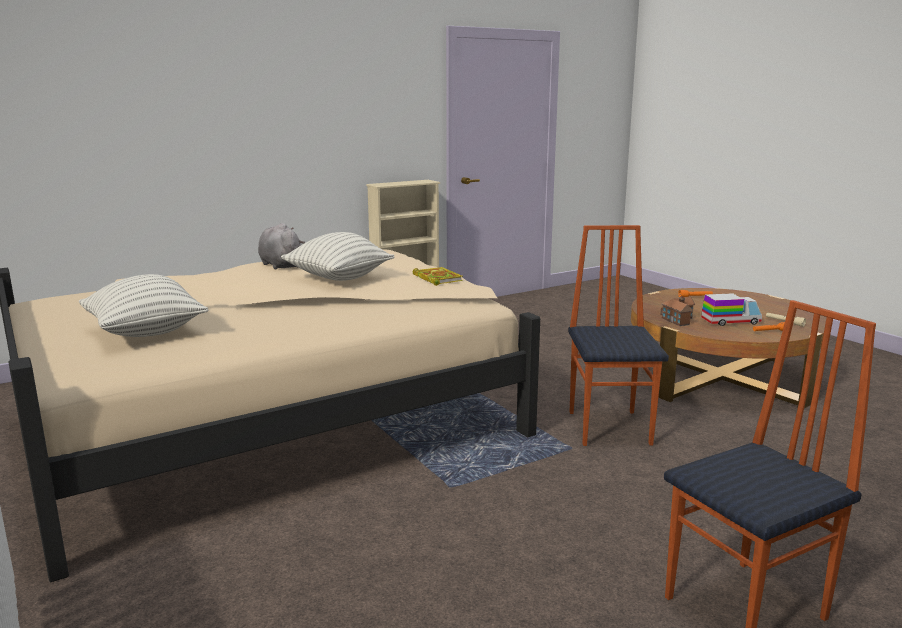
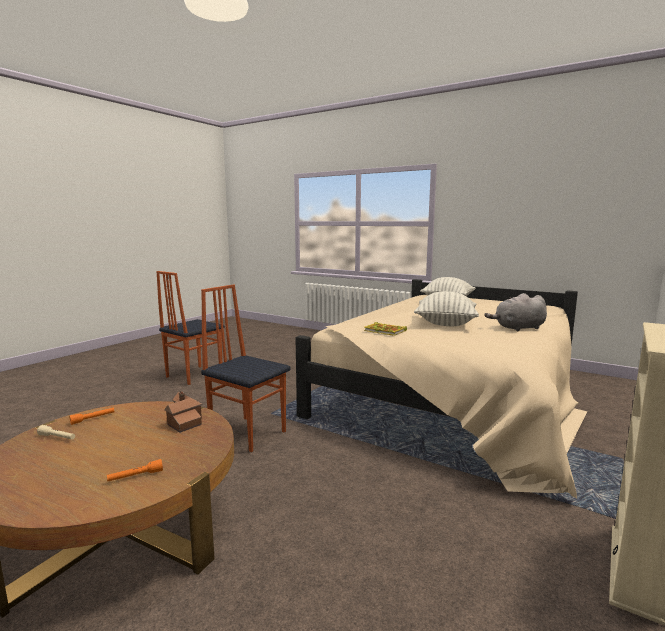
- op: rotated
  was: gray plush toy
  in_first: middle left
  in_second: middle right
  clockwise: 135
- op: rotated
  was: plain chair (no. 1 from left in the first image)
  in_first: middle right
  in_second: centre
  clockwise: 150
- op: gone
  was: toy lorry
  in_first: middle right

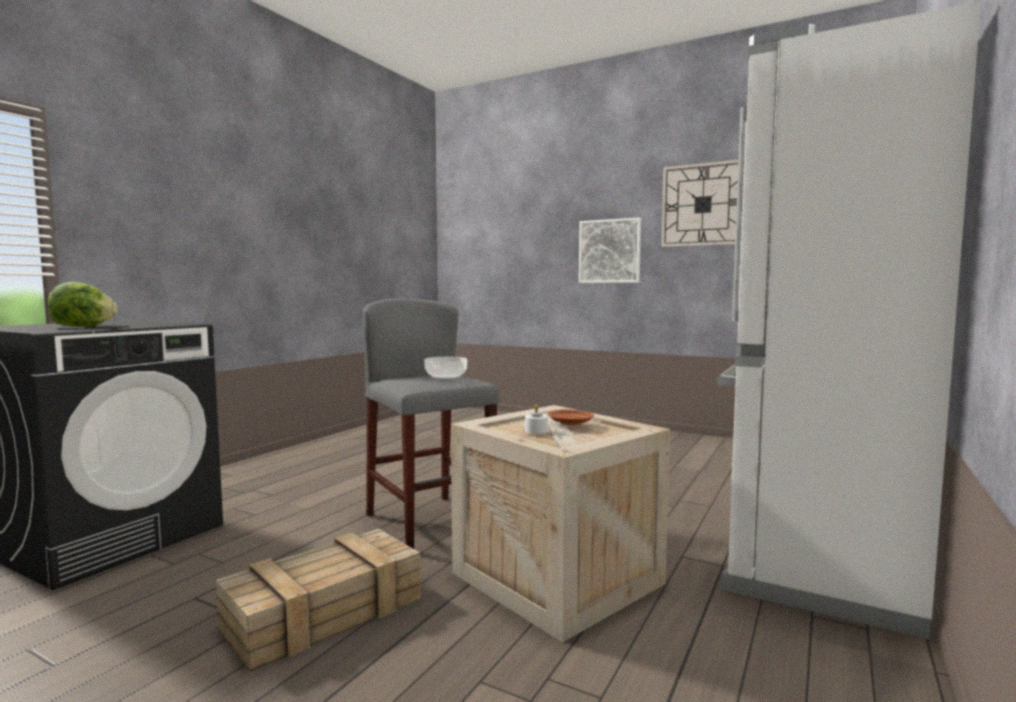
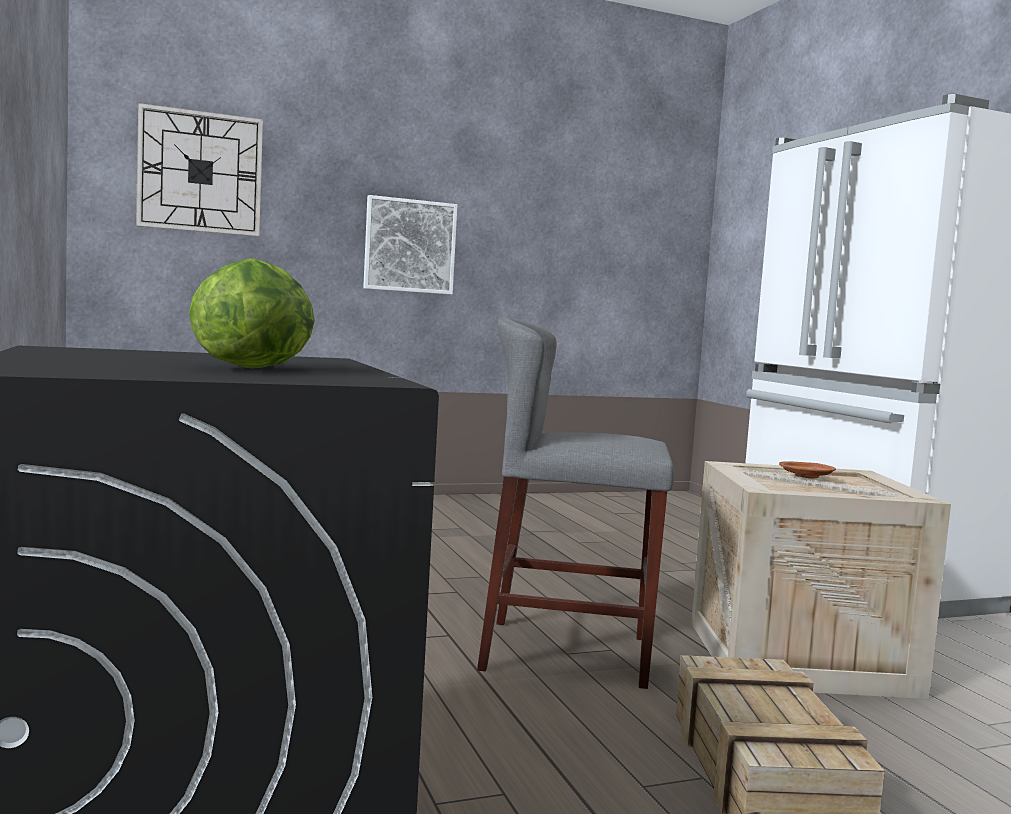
- op: gone
  was: serving bowl
  in_first: centre
- op: gone
  was: white wax light
  in_first: centre
- op: shifted
  was: clock on the wall
  in_first: top right
  in_second: top left

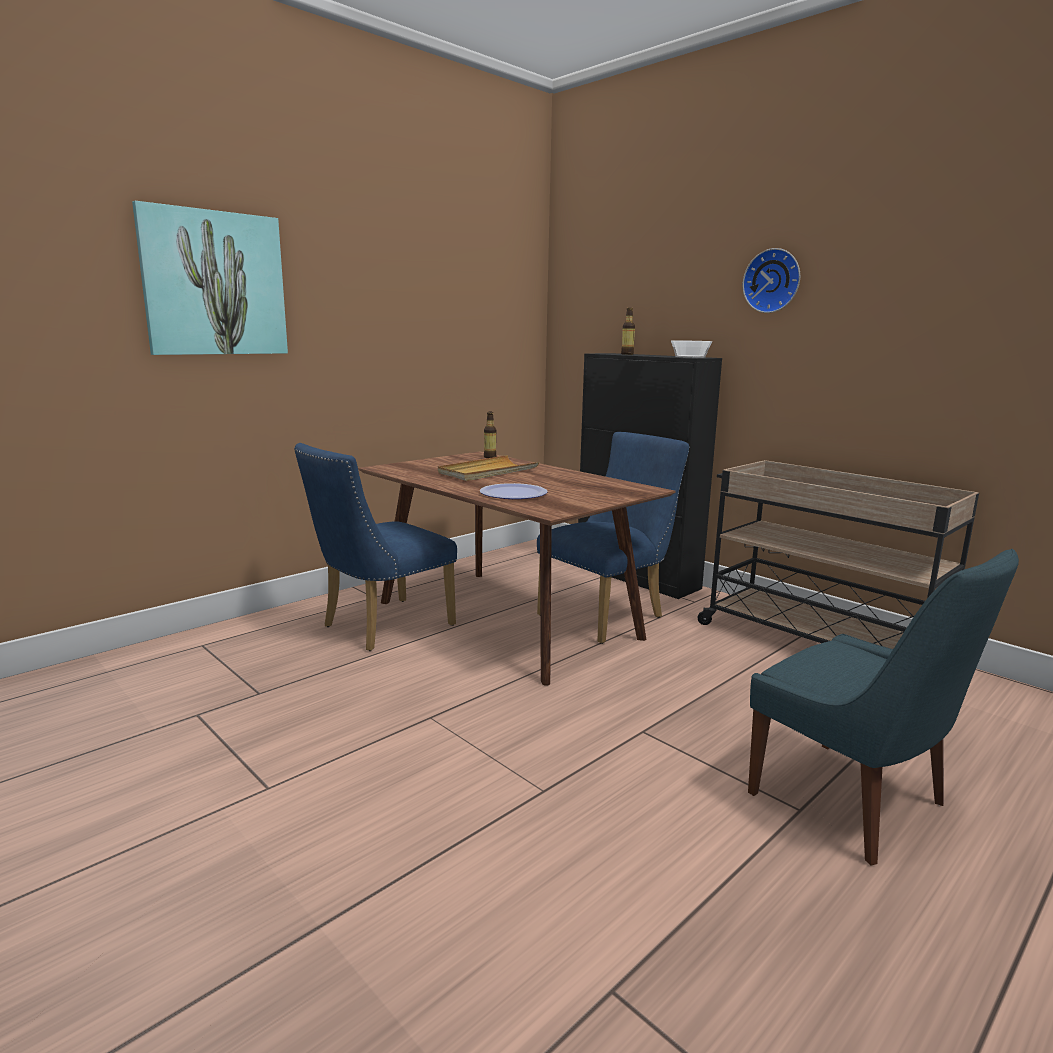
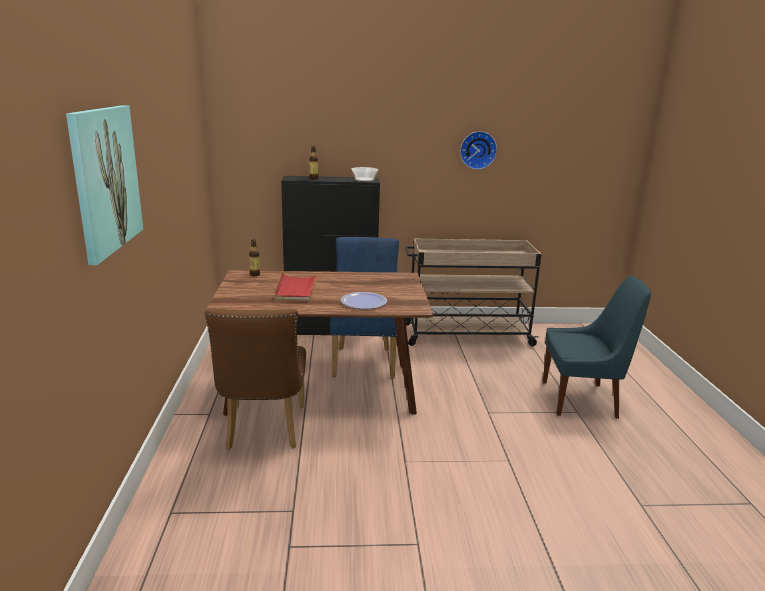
- op: repainted
  was: blue plain chair (no. 1 from left)
  now: brown-coloured plain chair
  in_first: centre
  in_second: centre
- op: repainted
  was: sand-coloured serving tray
  now: red serving tray
  in_first: centre
  in_second: centre
- op: shifted
  was: clock on the wall
  in_first: top right
  in_second: top centre

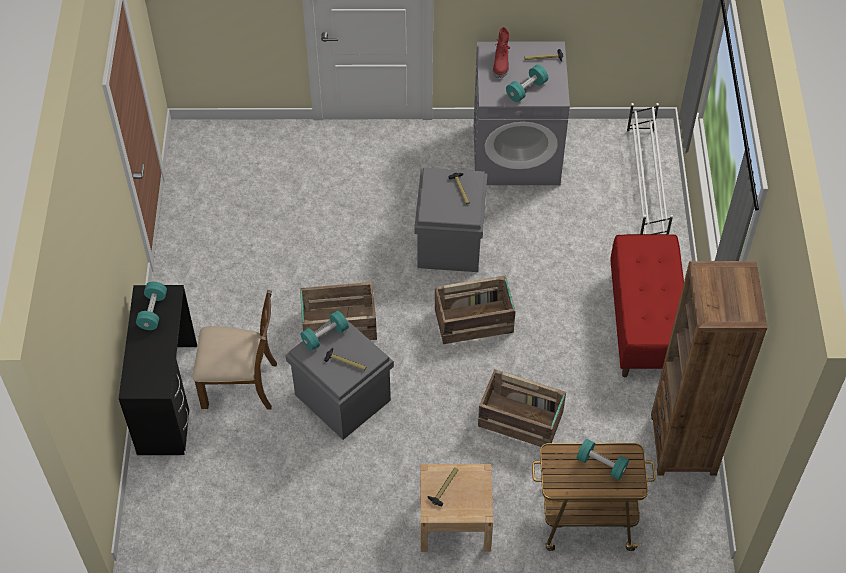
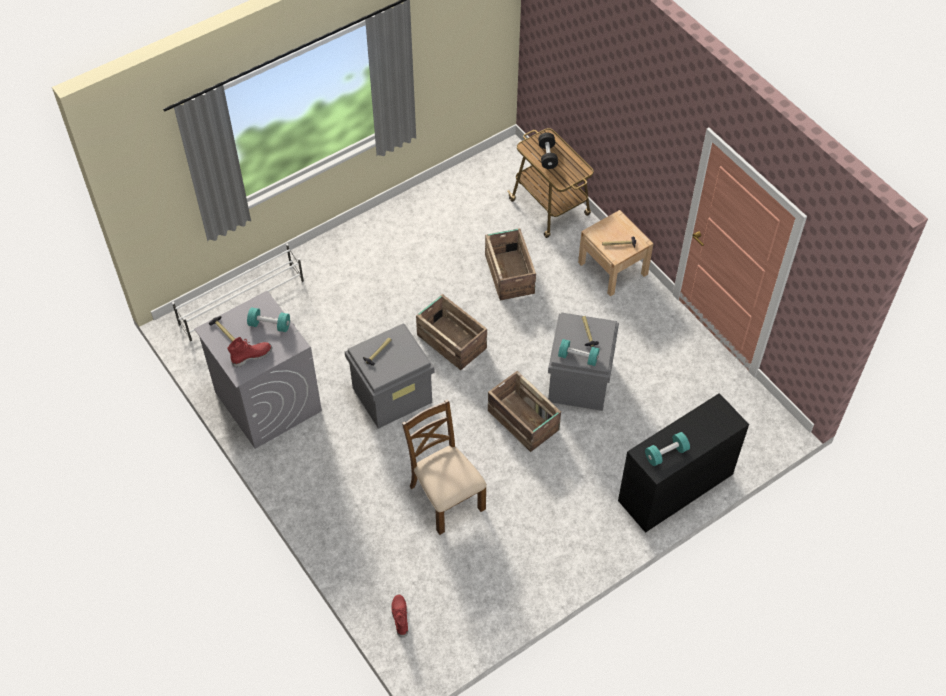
- op: shifted
  was: brown-coloured plain chair
  in_first: middle left
  in_second: bottom centre
- op: repainted
  was: blue-green free weight (no. 4 from left)
  now: black-coloured free weight
  in_first: bottom right
  in_second: top centre
- op: gone
  was: red bench
  in_first: middle right
- op: gone
  was: brown-coloured bookshelf
  in_first: middle right
- op: new
  now: red high-top boot (no. 2 from left)
  in_second: bottom centre

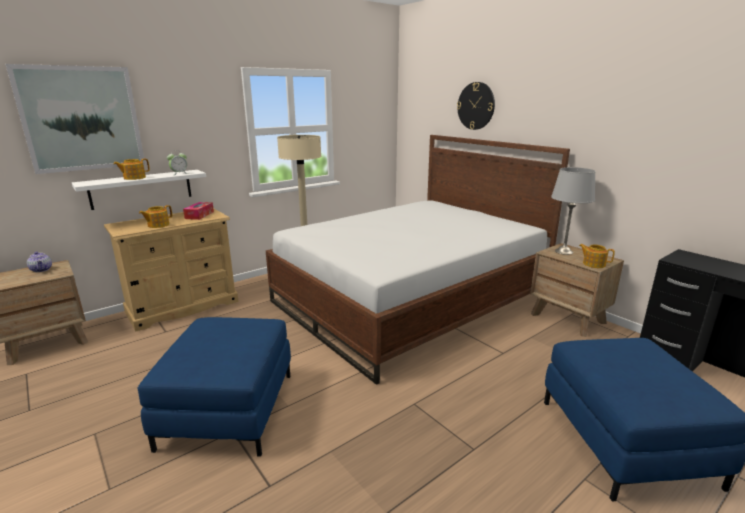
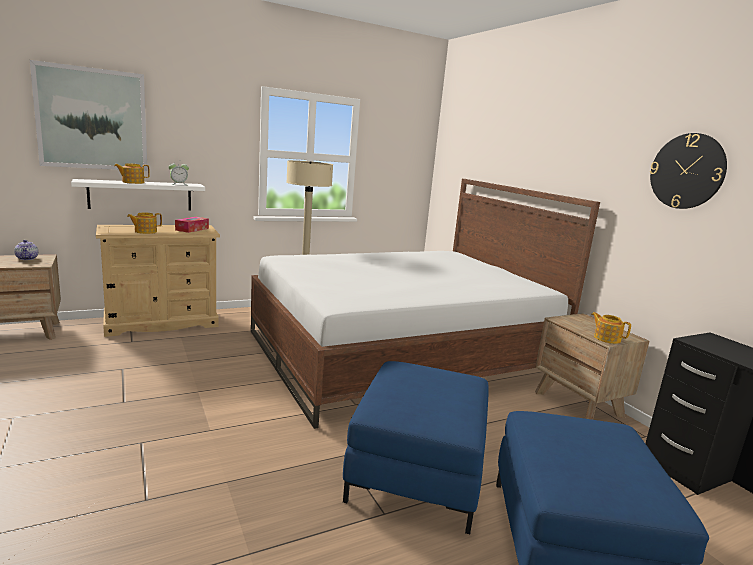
- op: shifted
  was: blue ottoman (no. 1 from left)
  in_first: bottom left
  in_second: bottom centre
- op: shifted
  was: clock on the wall
  in_first: top centre
  in_second: top right
- op: gone
  was: gray table lamp
  in_first: middle right

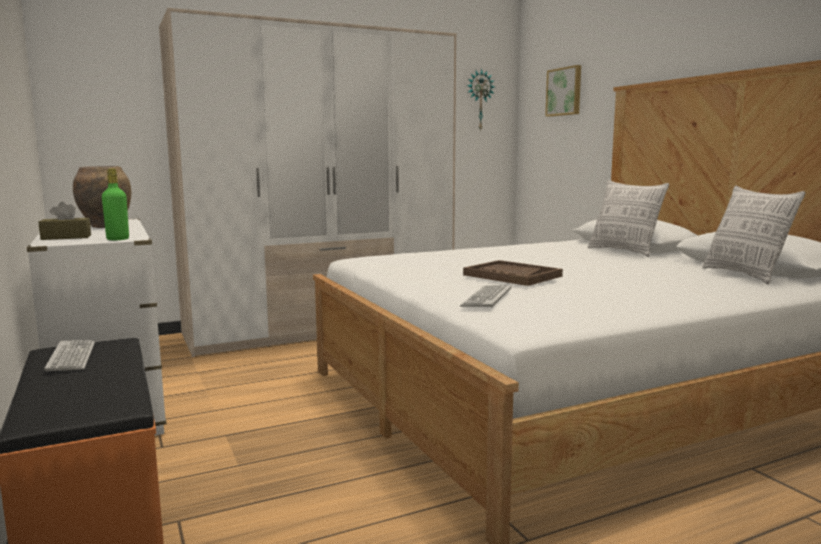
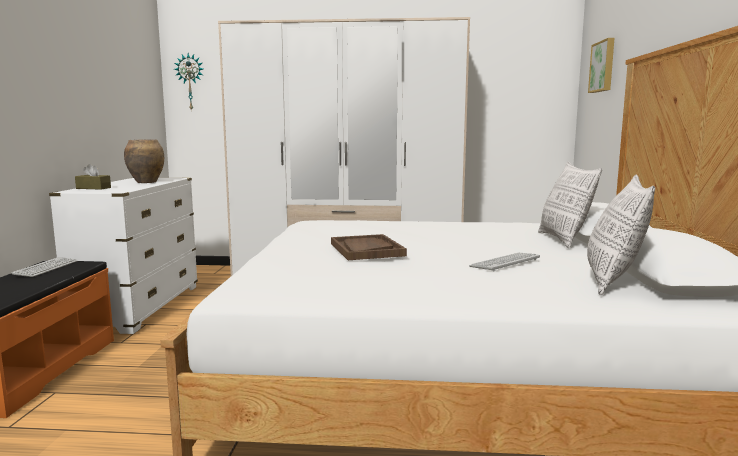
- op: gone
  was: green-coloured bottle
  in_first: middle left
- op: shifted
  was: PC keyboard (no. 2 from left)
  in_first: centre
  in_second: middle right
- op: shifted
  was: clock on the wall
  in_first: top centre
  in_second: top left

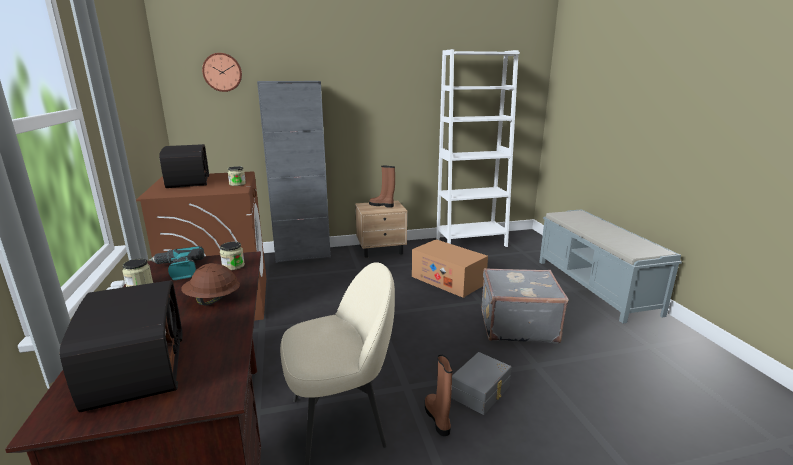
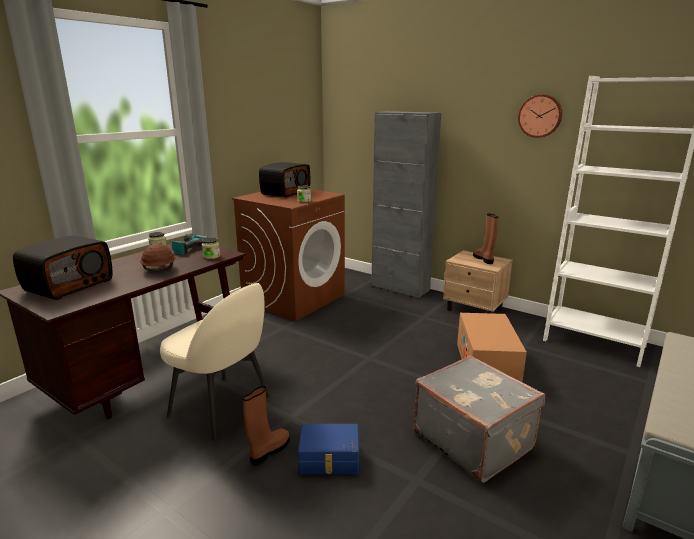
- op: shifted
  was: clock on the wall
  in_first: top left
  in_second: top right
- op: repainted
  was: gray storage box
  now: blue storage box
  in_first: bottom centre
  in_second: bottom centre

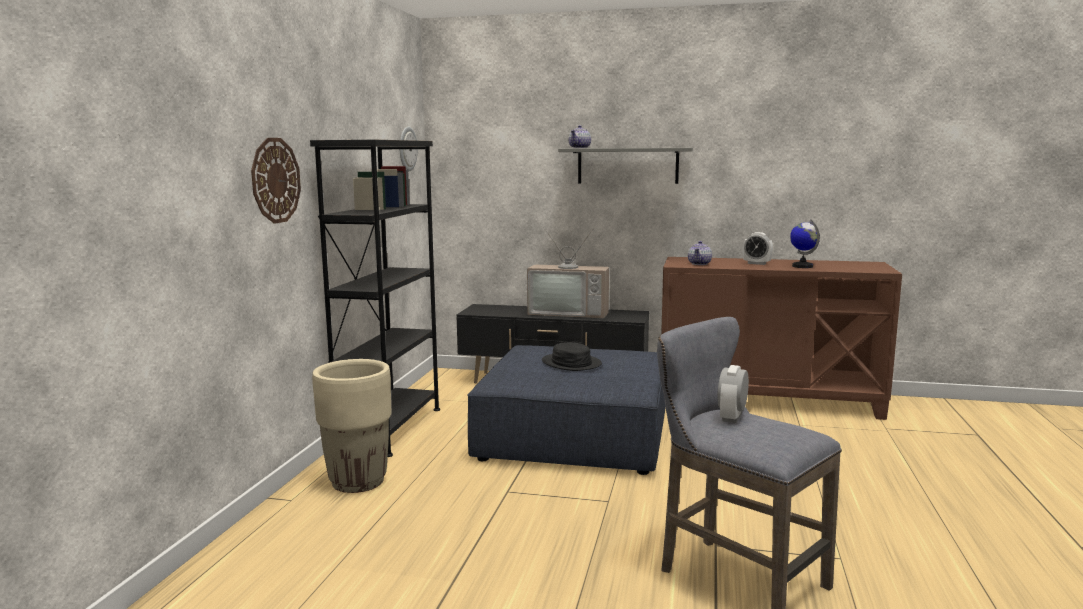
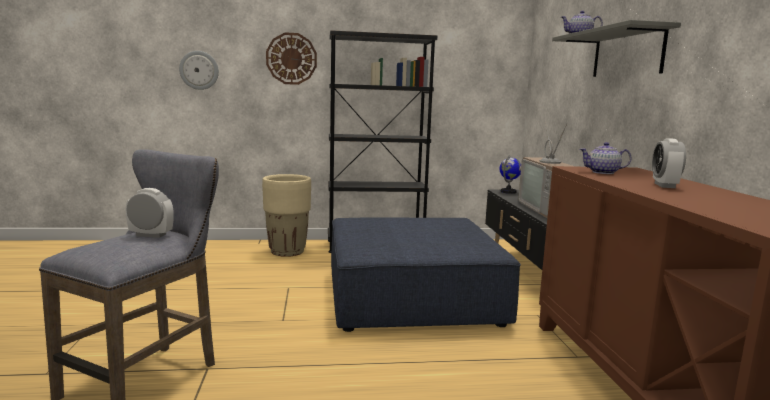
- op: shifted
  was: clock on the wall (no. 2 from left in the first image)
  now: clock on the wall (no. 1 from left)
  in_first: top centre
  in_second: top left
- op: gone
  was: black-coloured hat
  in_first: centre
- op: shifted
  was: world globe
  in_first: middle right
  in_second: centre

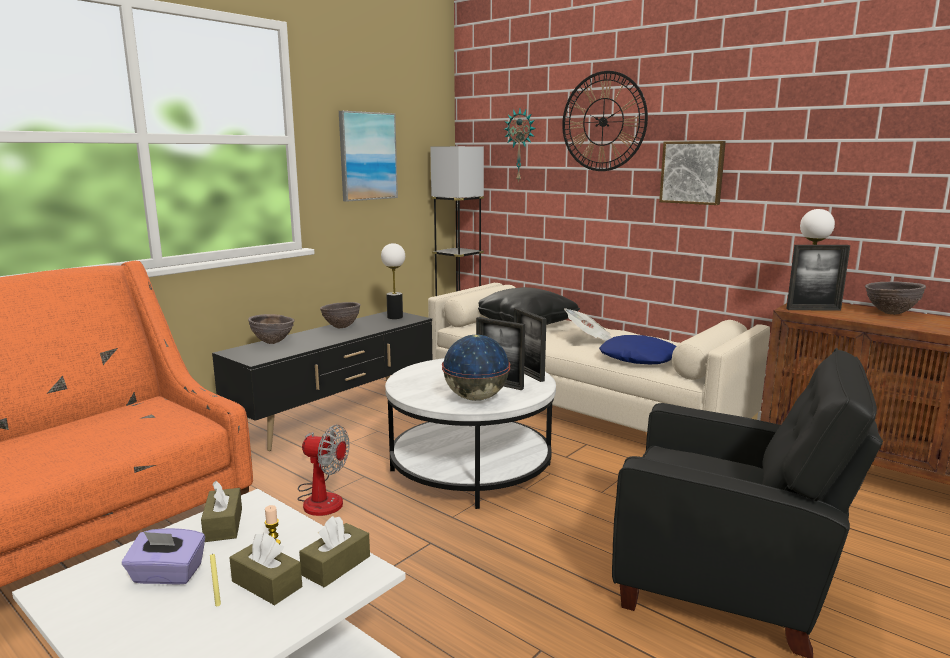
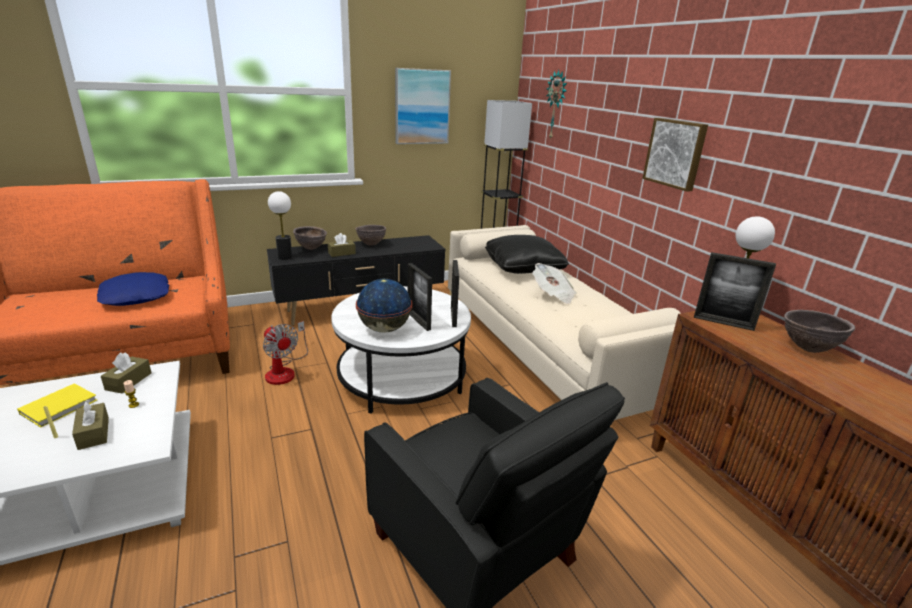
- op: swapped
  was: purplish tissue holder
  now: yellow-coloured volume
  in_first: bottom left
  in_second: middle left
- op: shifted
  was: brown-coloured tissue holder (no. 3 from left)
  in_first: bottom centre
  in_second: centre
- op: shifted
  was: table lamp (no. 1 from left)
  in_first: centre
  in_second: middle left
- op: gone
  was: clock on the wall (no. 2 from left)
  in_first: top centre
- op: shifted
  was: blue cushion
  in_first: middle right
  in_second: middle left

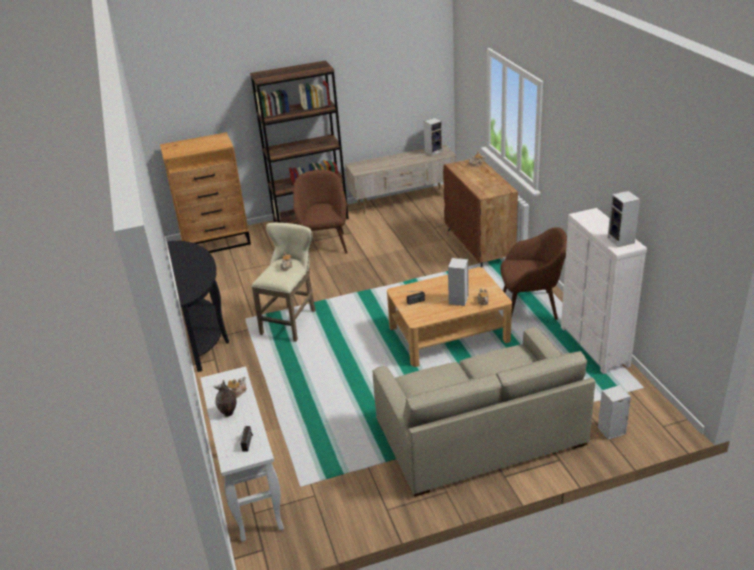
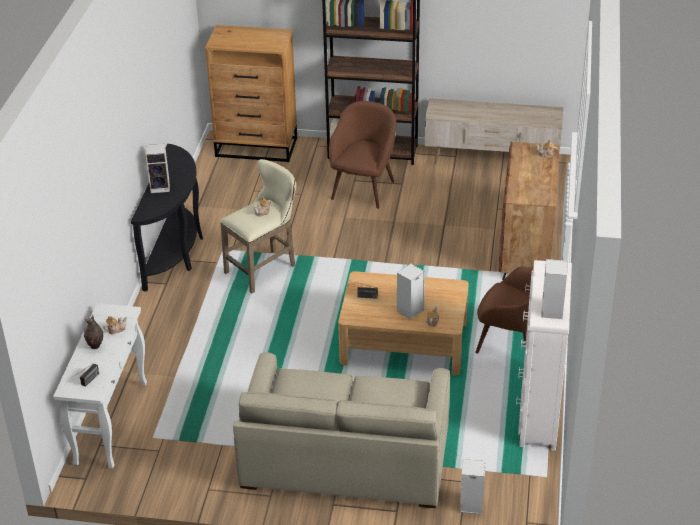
- op: shifted
  was: audio speaker (no. 1 from left)
  in_first: top centre
  in_second: top left

